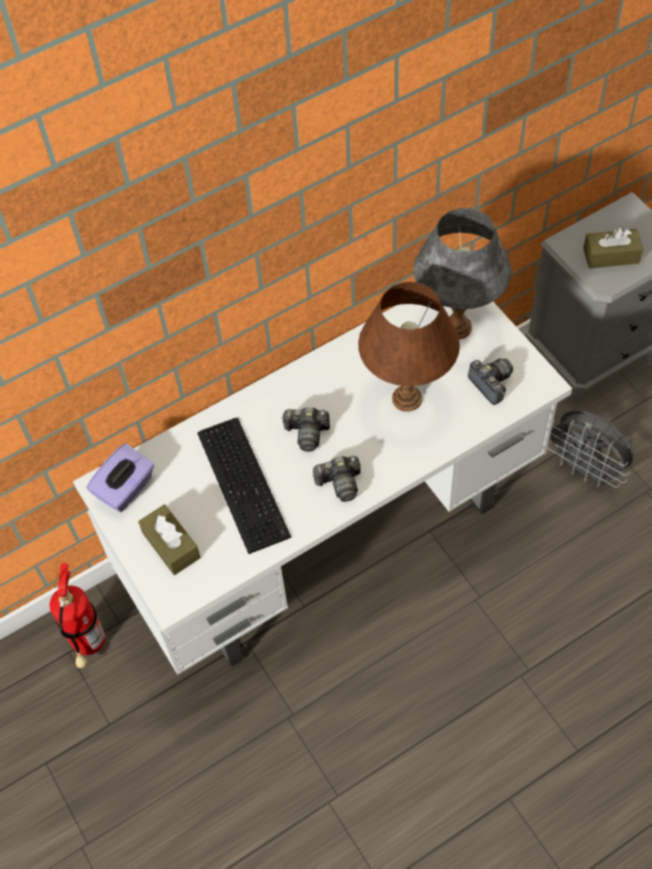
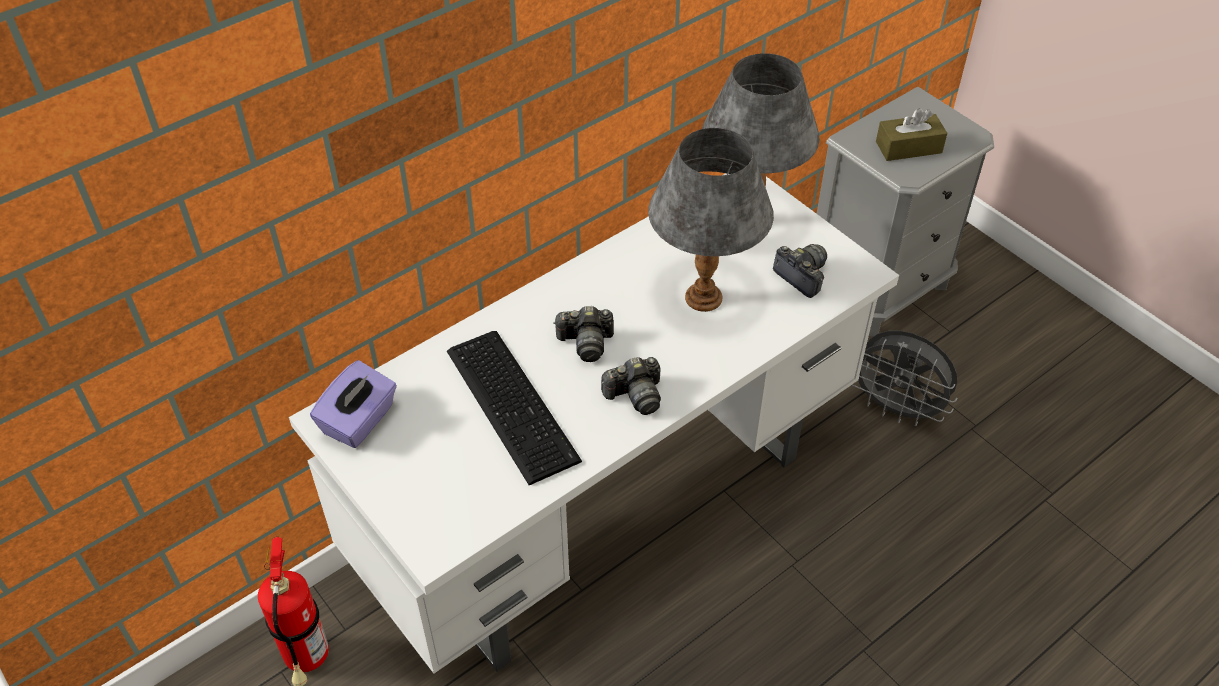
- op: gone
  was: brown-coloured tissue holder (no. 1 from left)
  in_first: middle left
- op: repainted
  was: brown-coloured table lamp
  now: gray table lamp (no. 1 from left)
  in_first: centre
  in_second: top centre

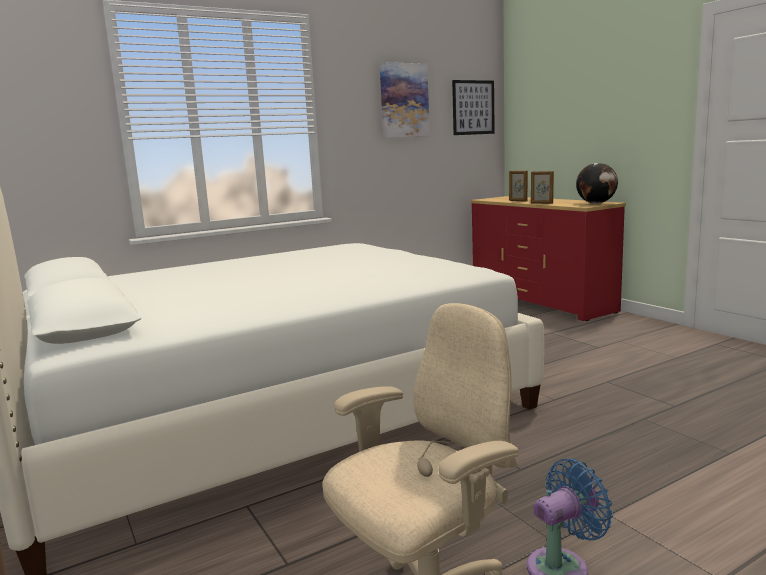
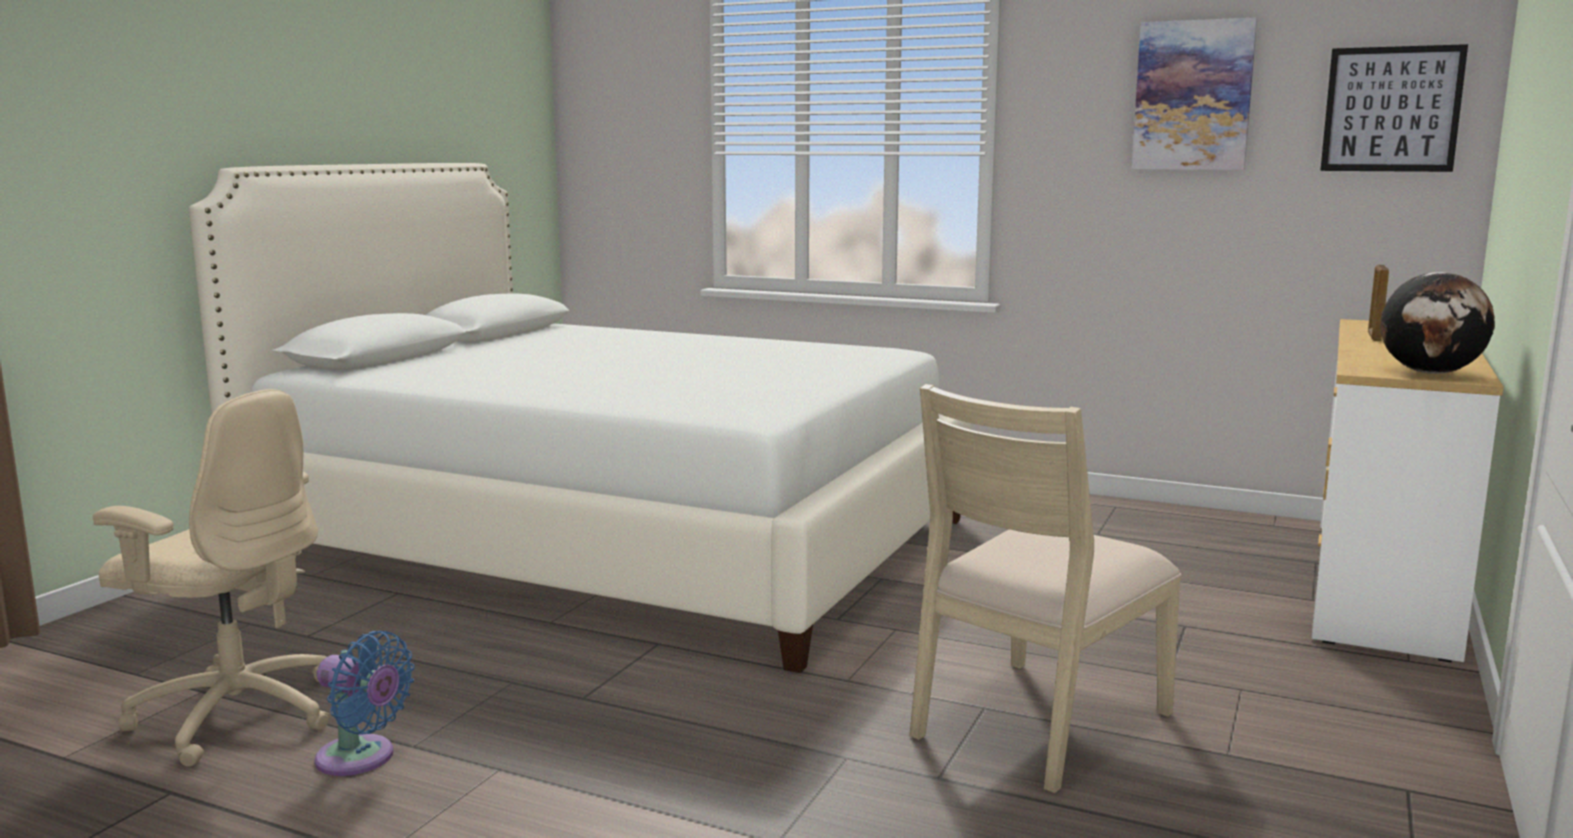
- op: repainted
  was: red drawer chest
  now: white drawer chest
  in_first: middle right
  in_second: middle right
- op: gone
  was: photo frame (no. 2 from left)
  in_first: top right
- op: new
  now: sand-coloured plain chair
  in_second: bottom centre

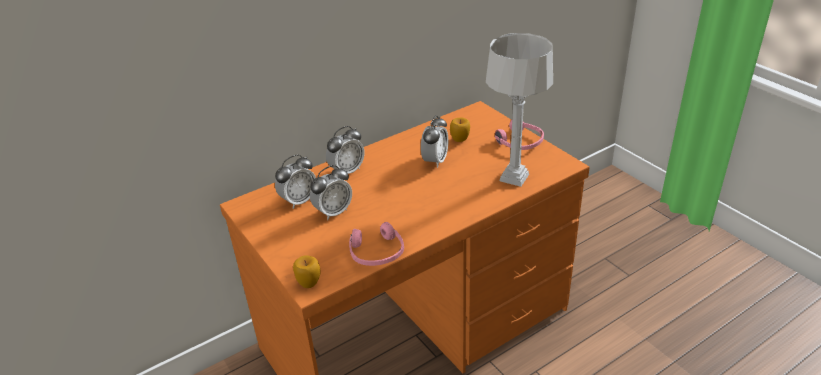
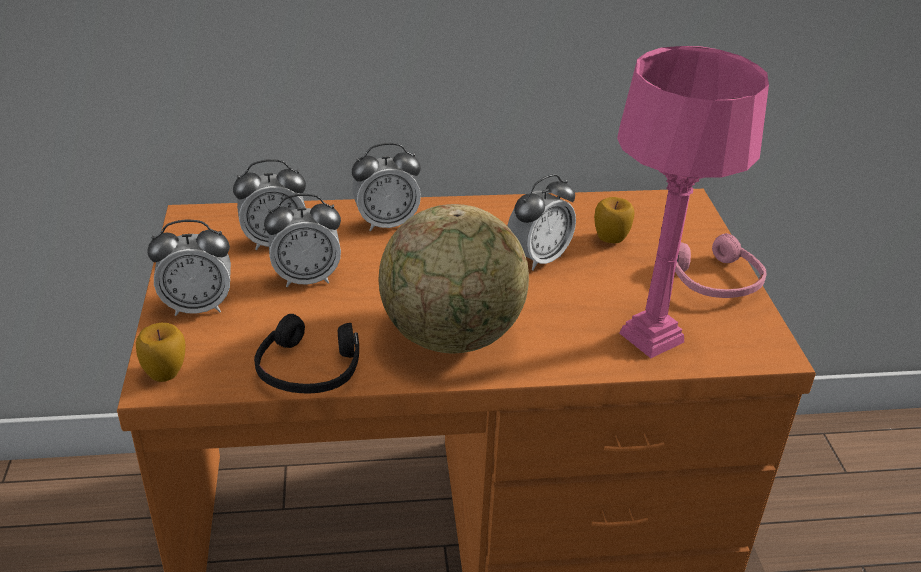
- op: repainted
  was: pink pair of headphones (no. 1 from left)
  now: black-coloured pair of headphones
  in_first: centre
  in_second: middle left
- op: repainted
  was: gray table lamp
  now: pink table lamp
  in_first: top centre
  in_second: middle right
- op: new
  now: bedside clock (no. 1 from left)
  in_second: middle left
- op: new
  now: world globe
  in_second: centre

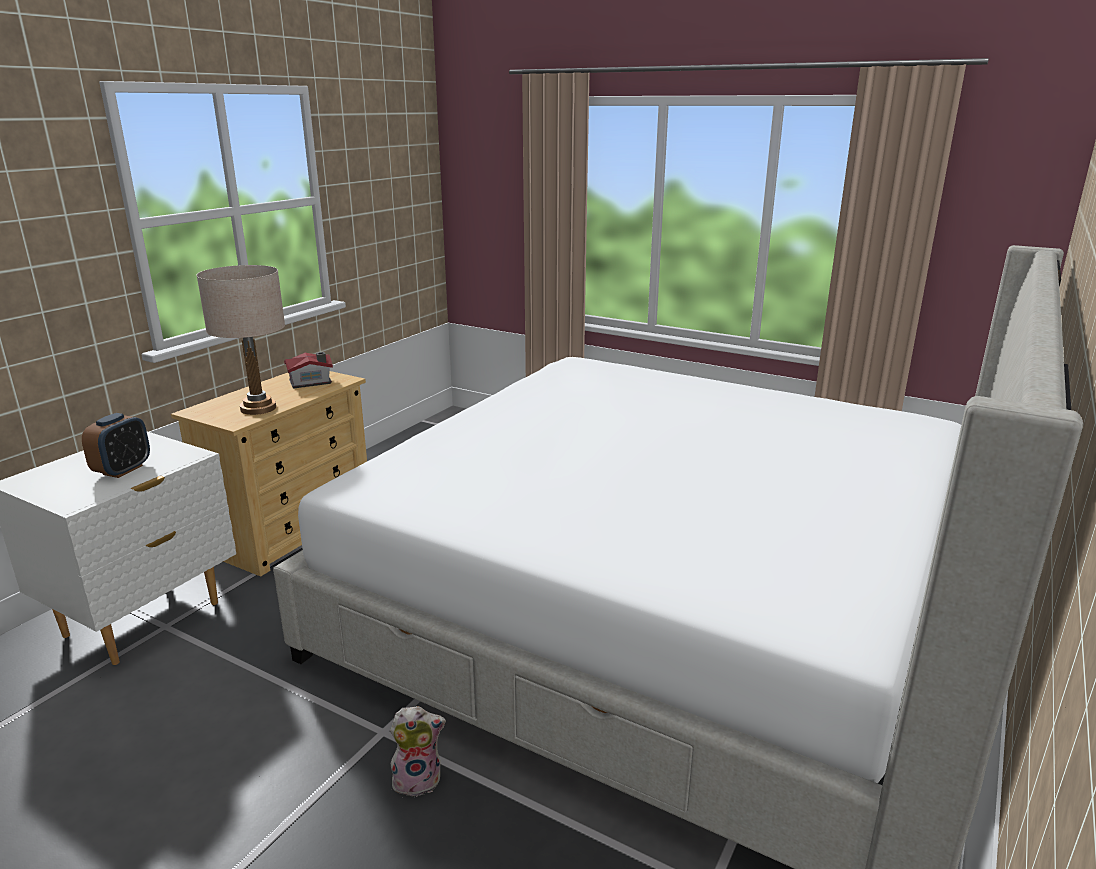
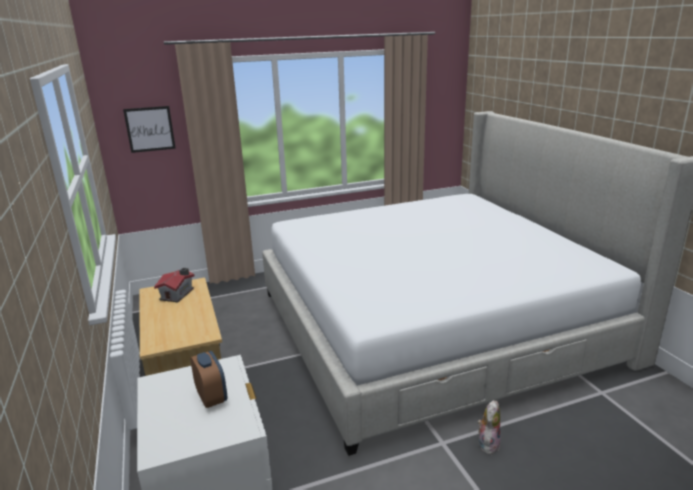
- op: gone
  was: sand-coloured table lamp
  in_first: middle left
- op: new
  now: picture
  in_second: top left

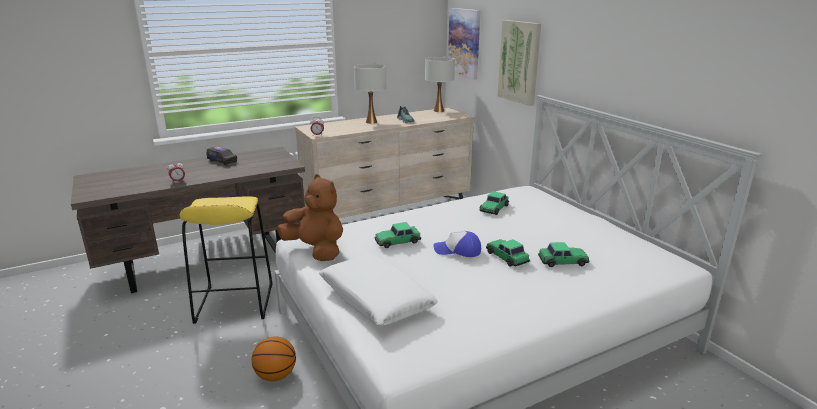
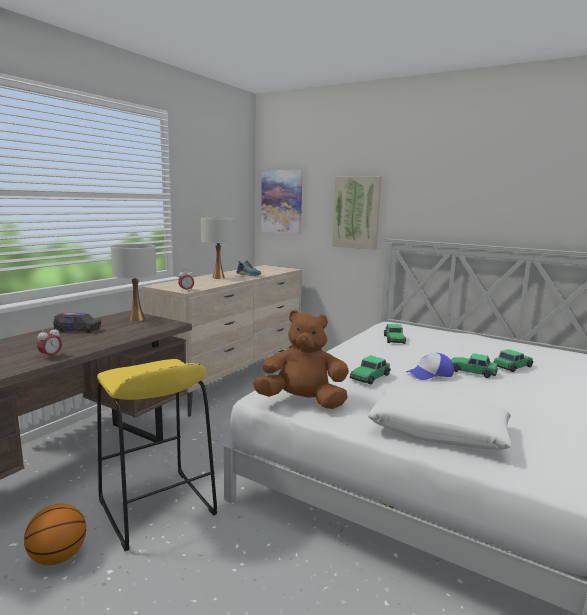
- op: shifted
  was: basketball ball
  in_first: bottom centre
  in_second: bottom left
- op: shifted
  was: white table lamp (no. 2 from left in the first image)
  now: white table lamp (no. 1 from left)
  in_first: top centre
  in_second: middle left

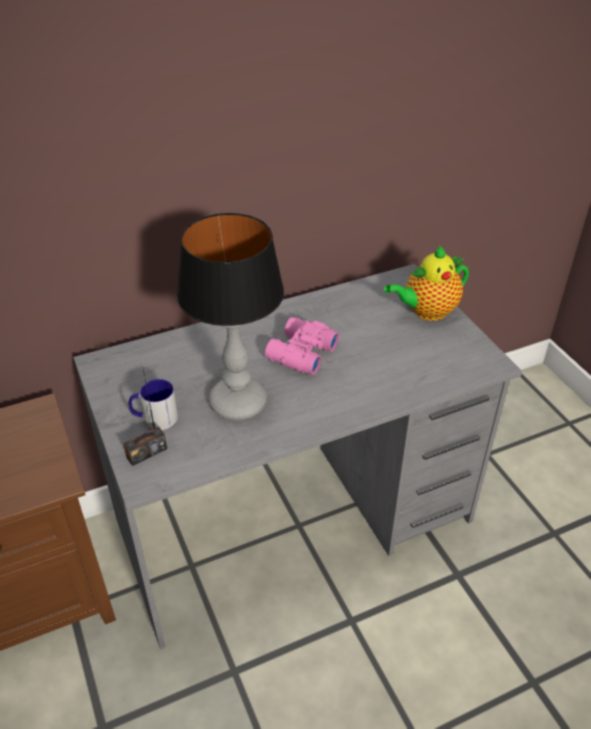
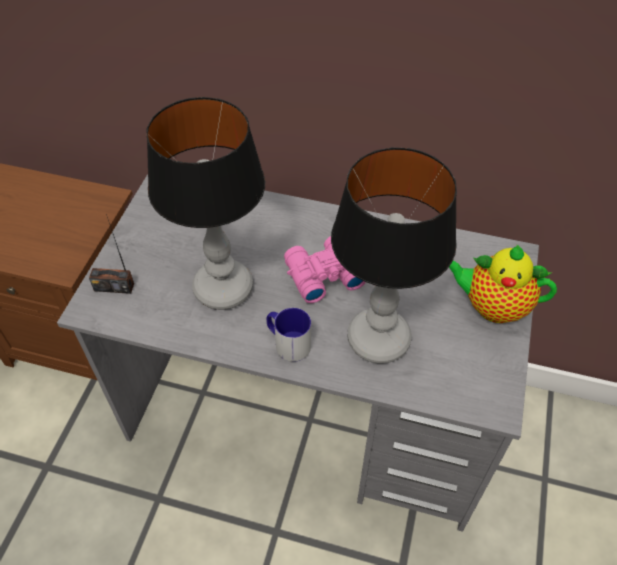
- op: shifted
  was: mug
  in_first: middle left
  in_second: centre
- op: new
  now: table lamp (no. 2 from left)
  in_second: centre

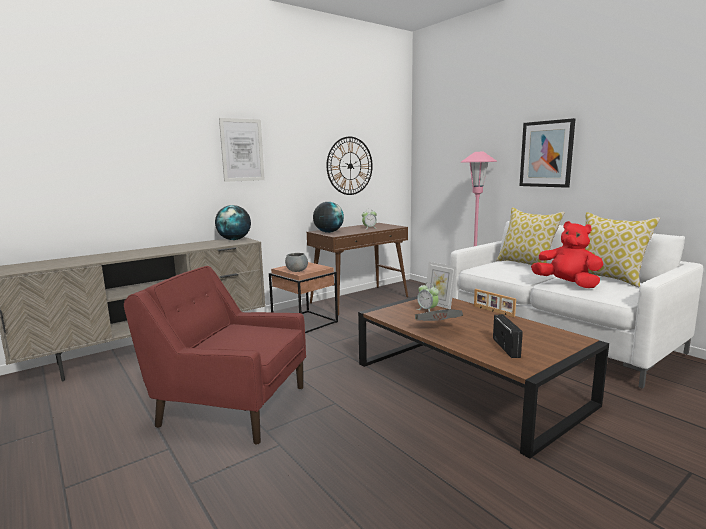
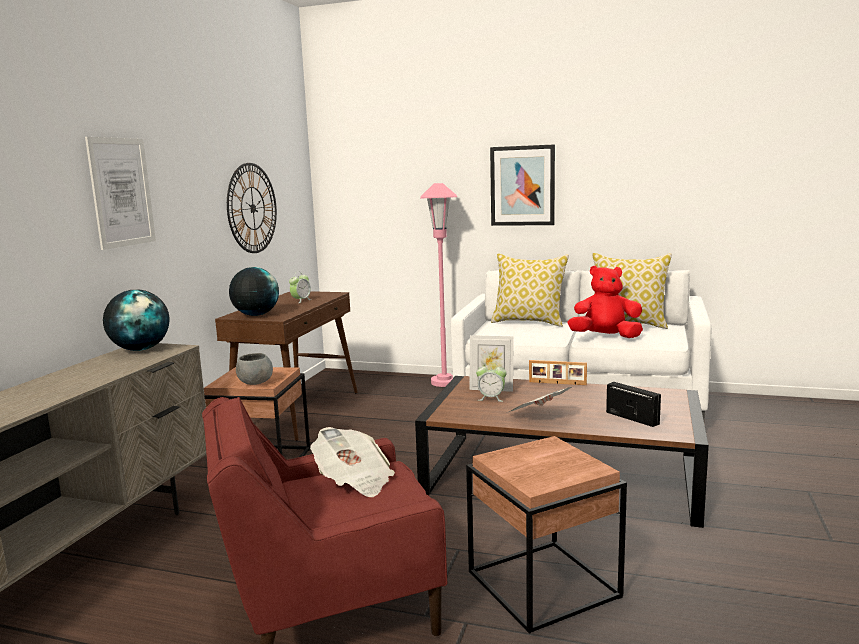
- op: new
  now: newspaper (no. 1 from left)
  in_second: bottom centre
- op: new
  now: brown-coloured accent table (no. 2 from left)
  in_second: bottom centre

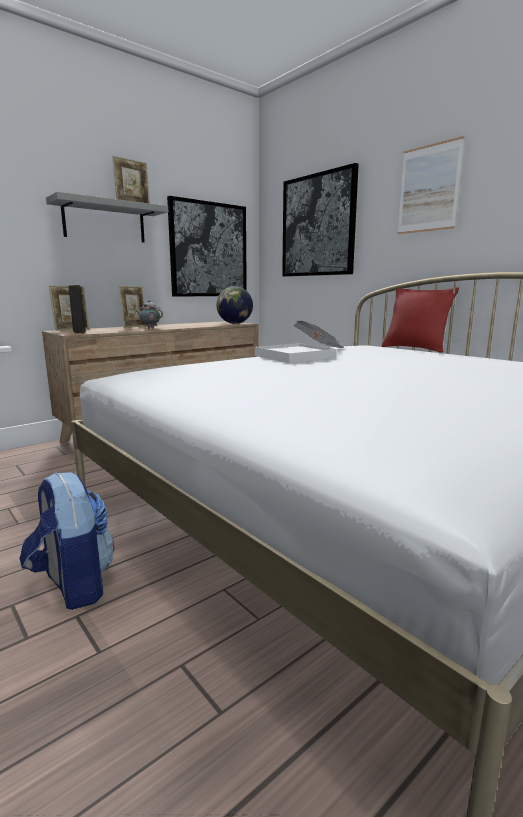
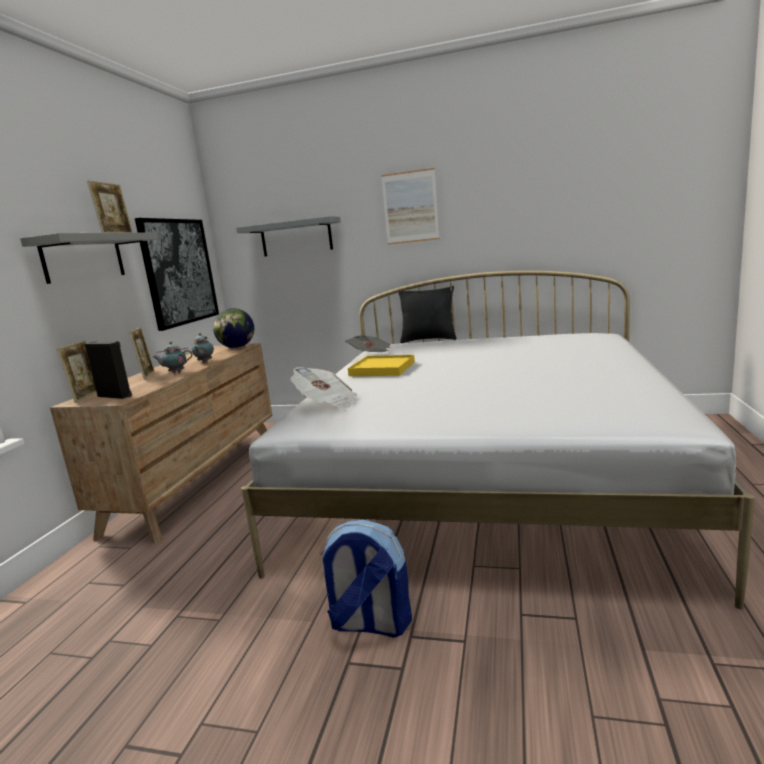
- op: repainted
  was: white serving tray
  now: yellow-coloured serving tray
  in_first: centre
  in_second: centre
- op: swapped
  was: picture (no. 2 from left)
  now: gray shelf (no. 2 from left)
  in_first: top centre
  in_second: top centre
- op: repainted
  was: red cushion
  now: black-coloured cushion
  in_first: middle right
  in_second: centre
- op: new
  now: tea pot (no. 2 from left)
  in_second: middle left
- op: new
  now: newspaper (no. 1 from left)
  in_second: centre

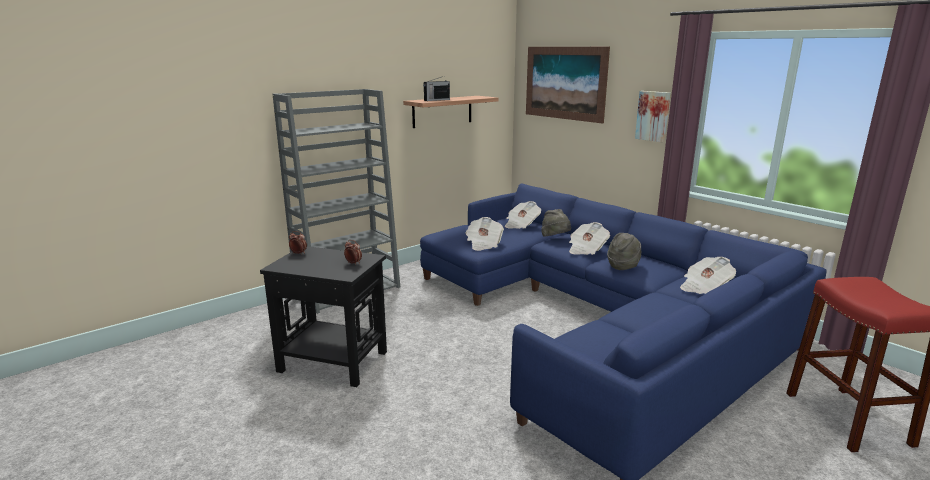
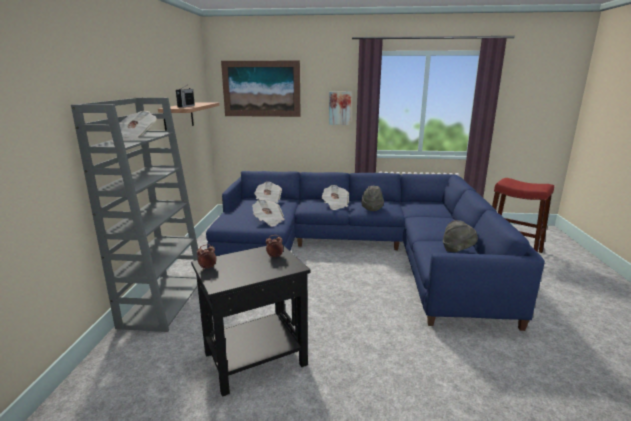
- op: shifted
  was: gray hat (no. 1 from left in the first image)
  now: gray hat (no. 2 from left)
  in_first: centre
  in_second: middle right
- op: shifted
  was: newspaper (no. 4 from left in the first image)
  now: newspaper (no. 1 from left)
  in_first: middle right
  in_second: top left

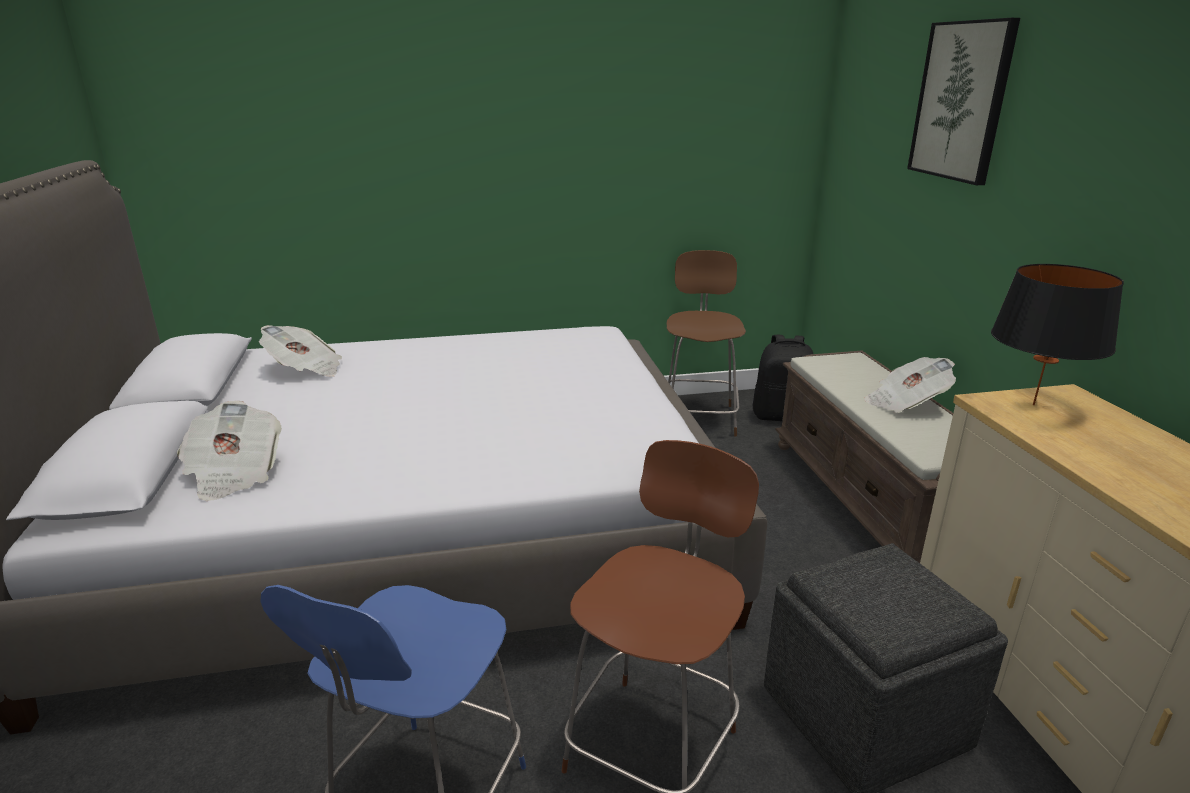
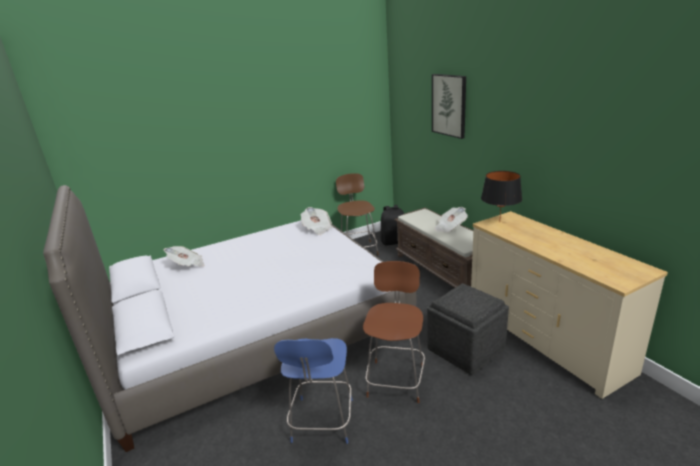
- op: shifted
  was: newspaper (no. 1 from left in the first image)
  now: newspaper (no. 2 from left)
  in_first: middle left
  in_second: centre

